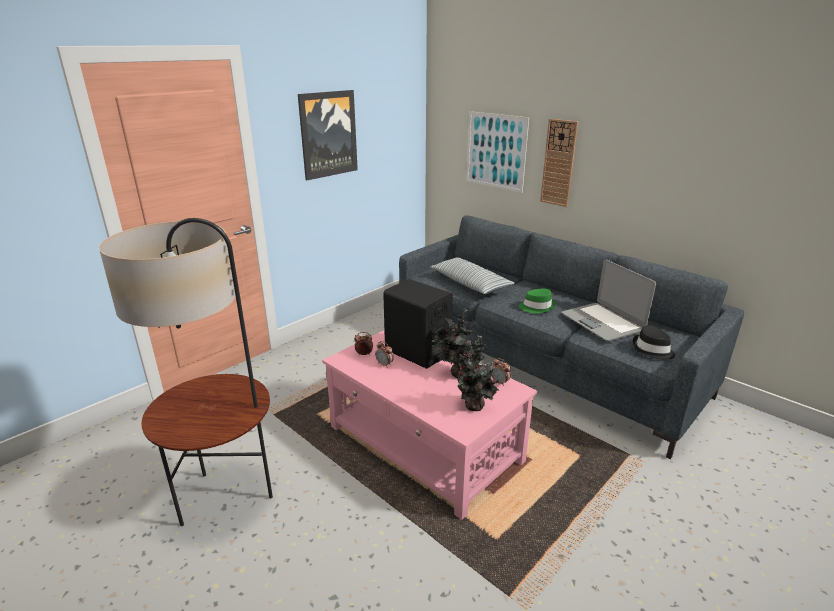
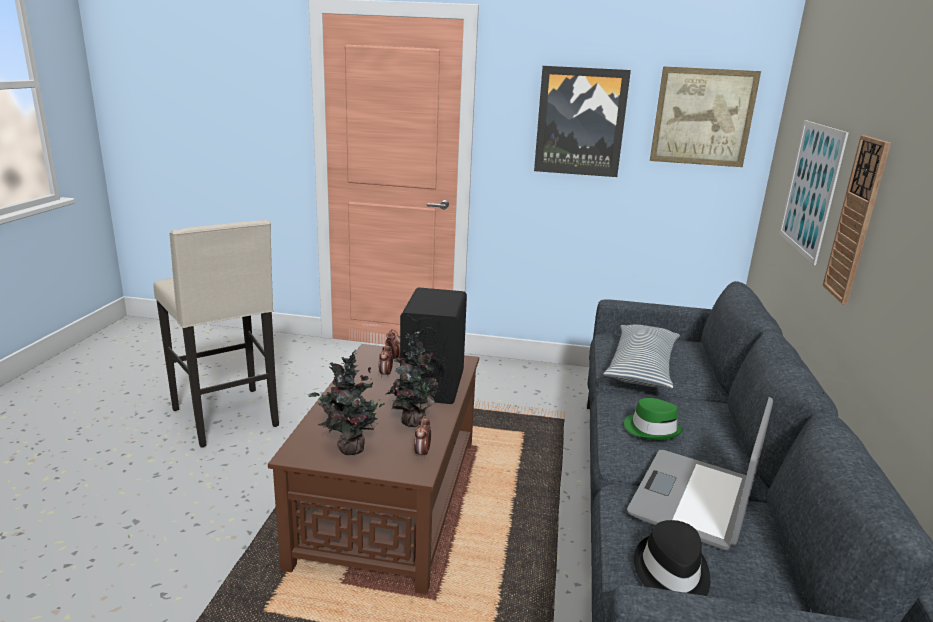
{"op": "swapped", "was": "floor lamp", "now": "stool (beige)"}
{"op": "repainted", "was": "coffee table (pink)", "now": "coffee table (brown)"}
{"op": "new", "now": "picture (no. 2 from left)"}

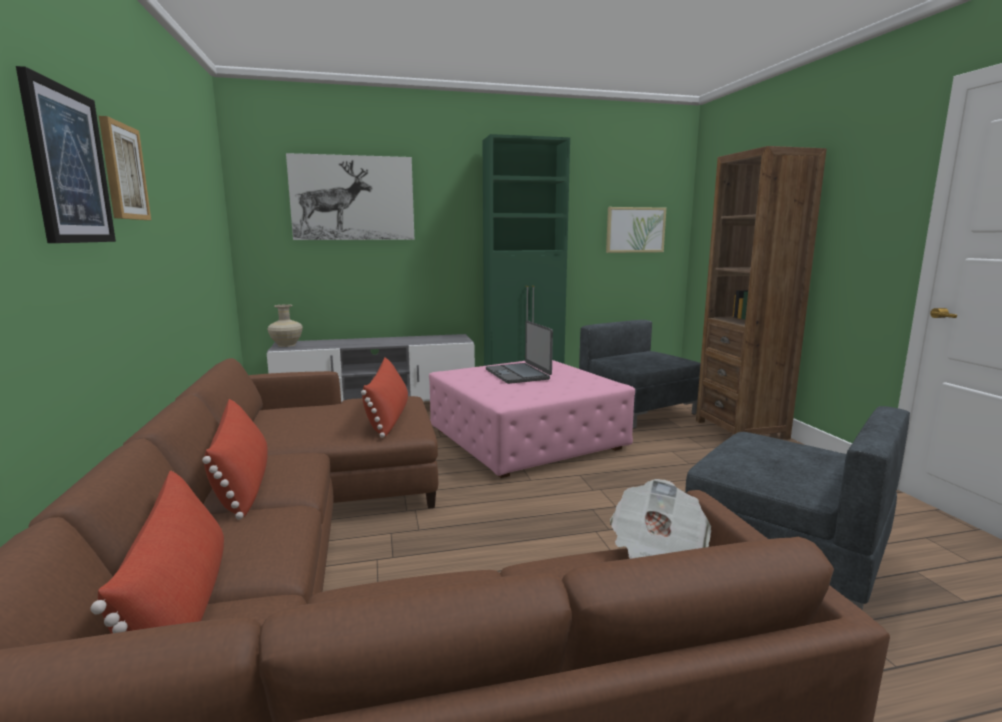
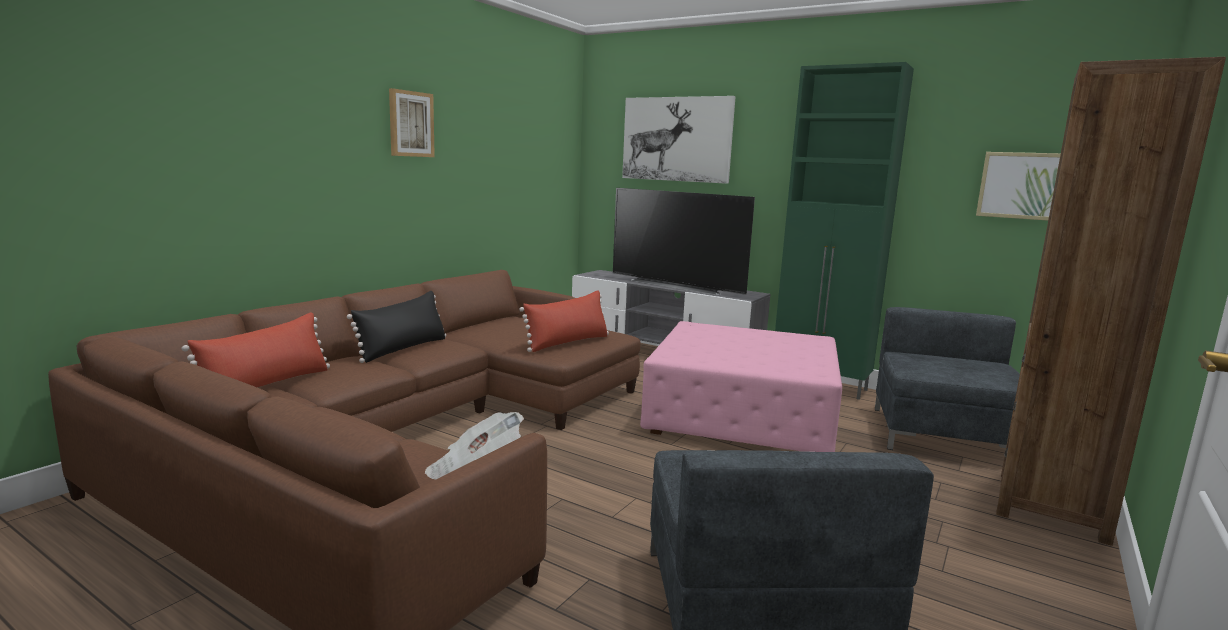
{"op": "gone", "was": "picture (no. 1 from left)"}
{"op": "gone", "was": "vase (beige)"}
{"op": "gone", "was": "laptop"}
{"op": "repainted", "was": "pillow (red) (no. 2 from left)", "now": "pillow (black)"}
{"op": "new", "now": "television"}

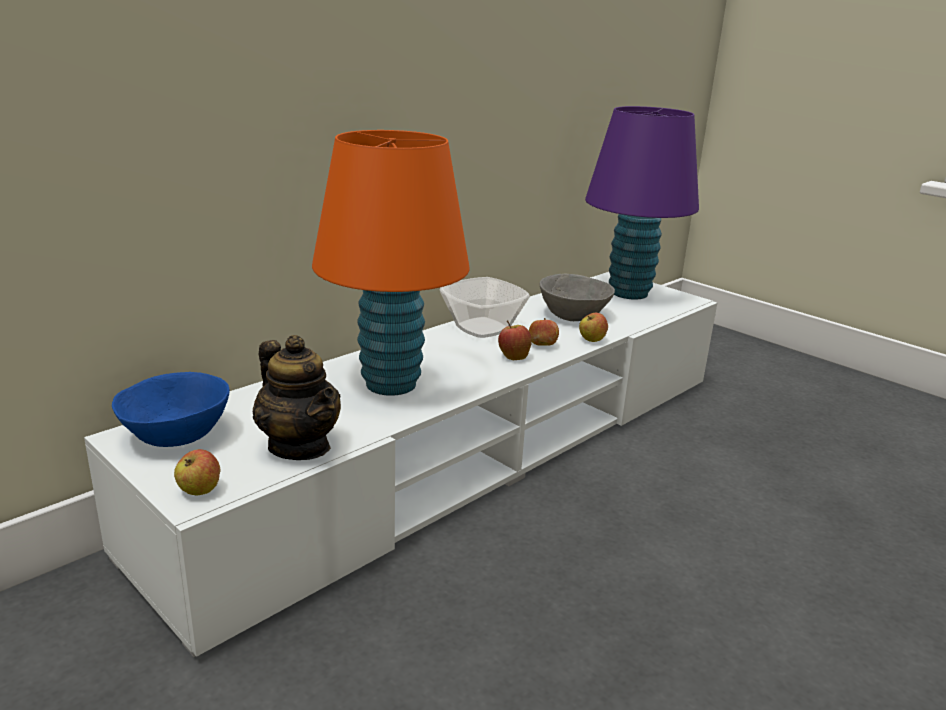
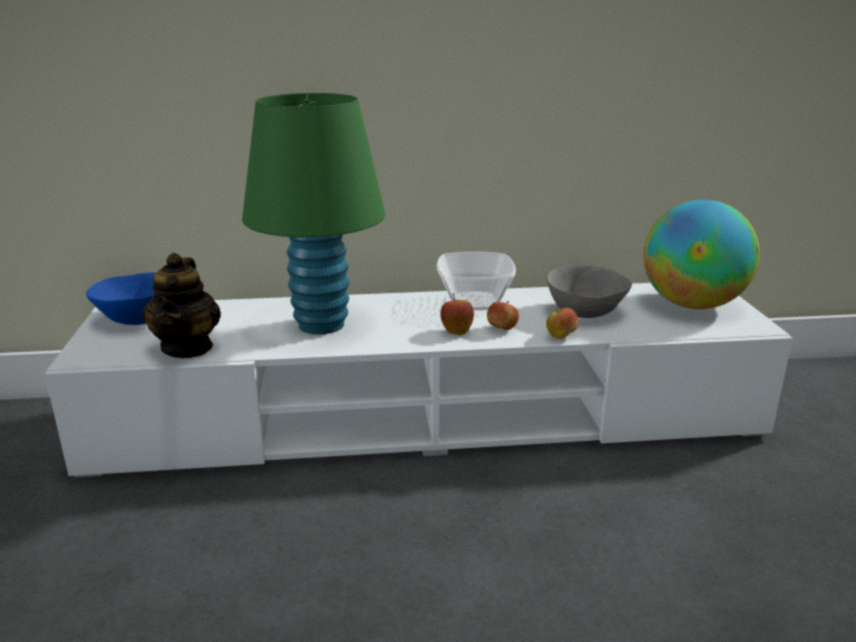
{"op": "swapped", "was": "table lamp (purple)", "now": "globe"}
{"op": "repainted", "was": "table lamp (orange)", "now": "table lamp (green)"}
{"op": "gone", "was": "apple (no. 1 from left)"}

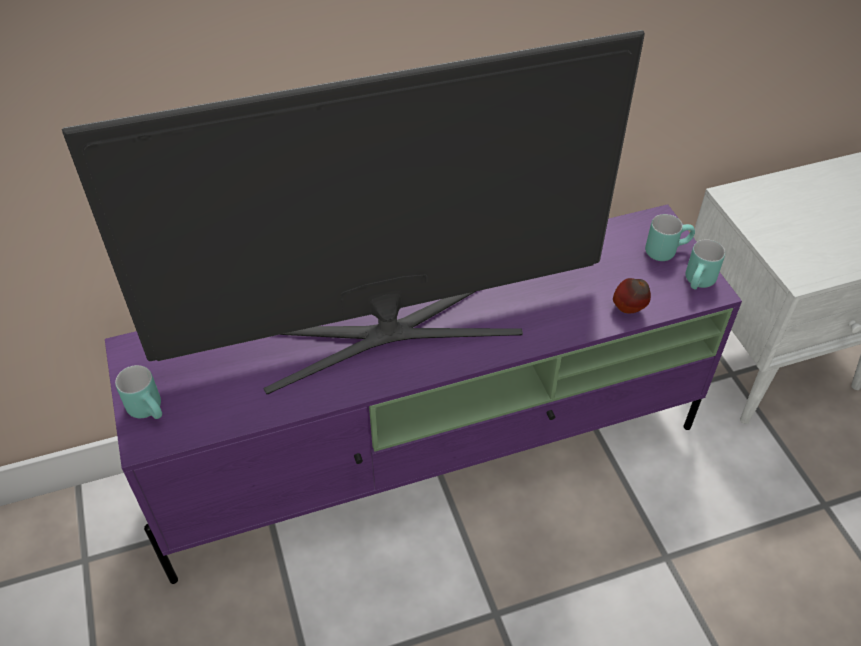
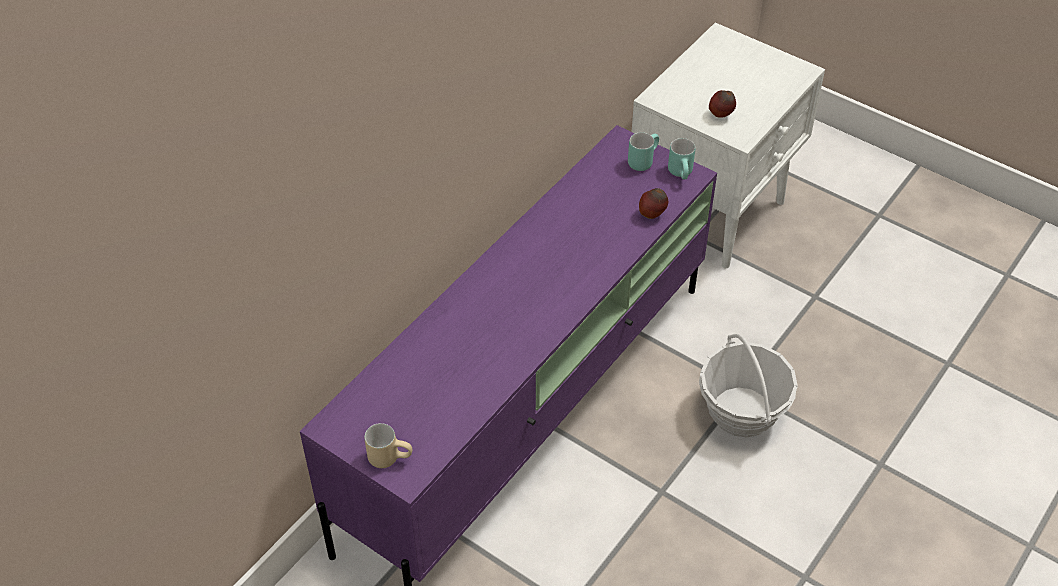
{"op": "gone", "was": "television"}
{"op": "repainted", "was": "mug (turquoise) (no. 1 from left)", "now": "mug (beige)"}
{"op": "new", "now": "apple (no. 2 from left)"}
{"op": "new", "now": "basket"}

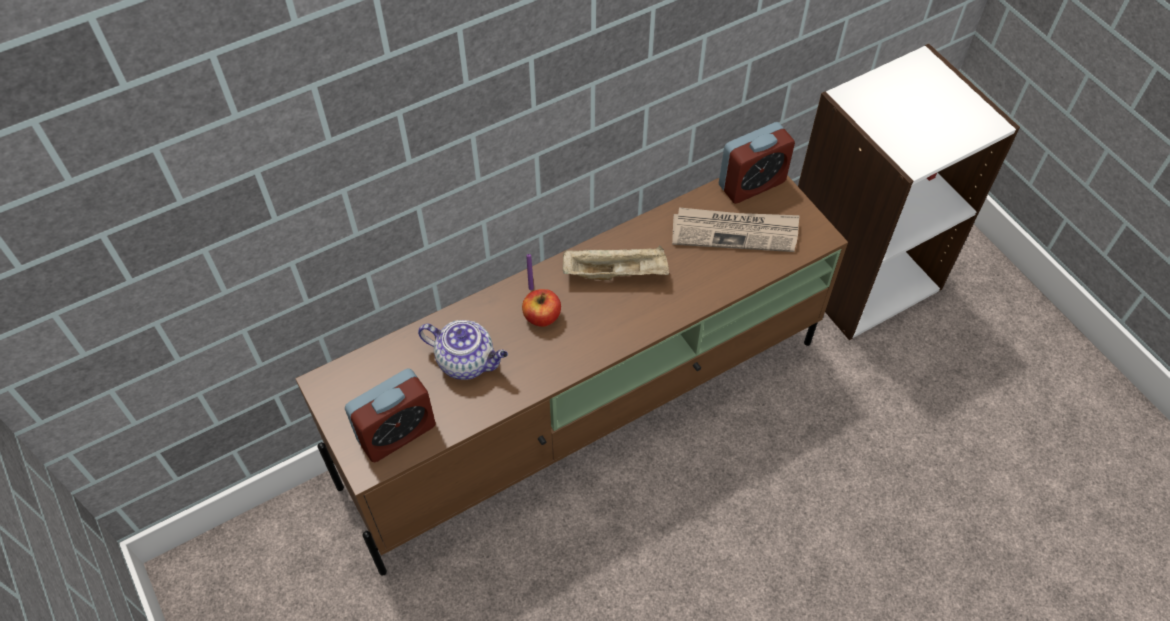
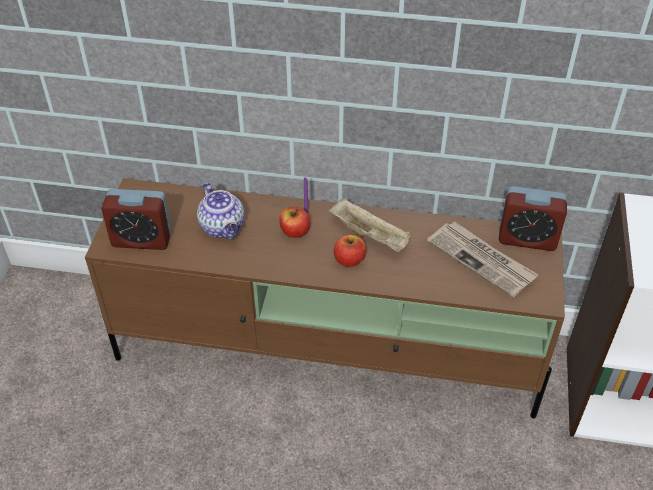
{"op": "new", "now": "apple (no. 2 from left)"}

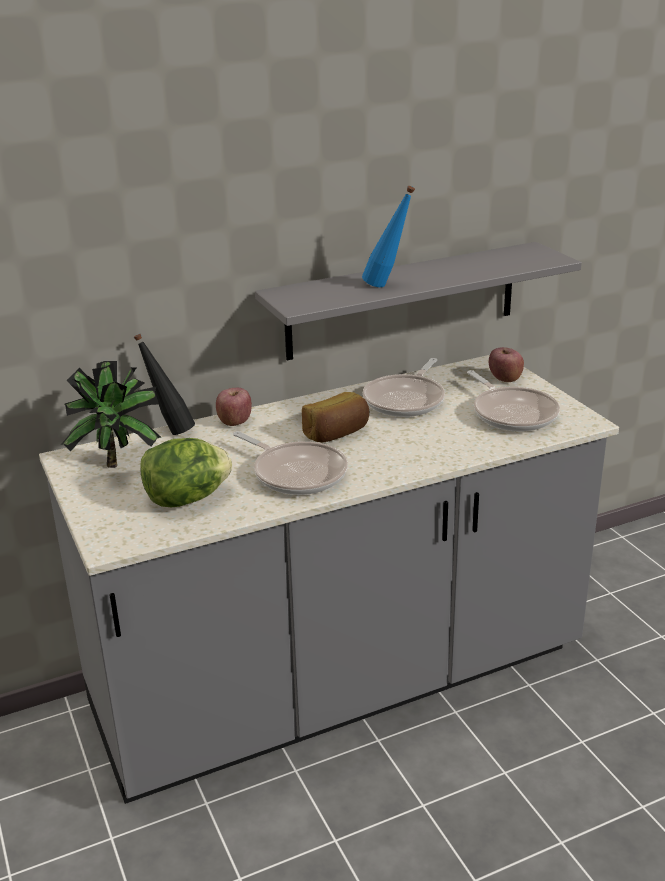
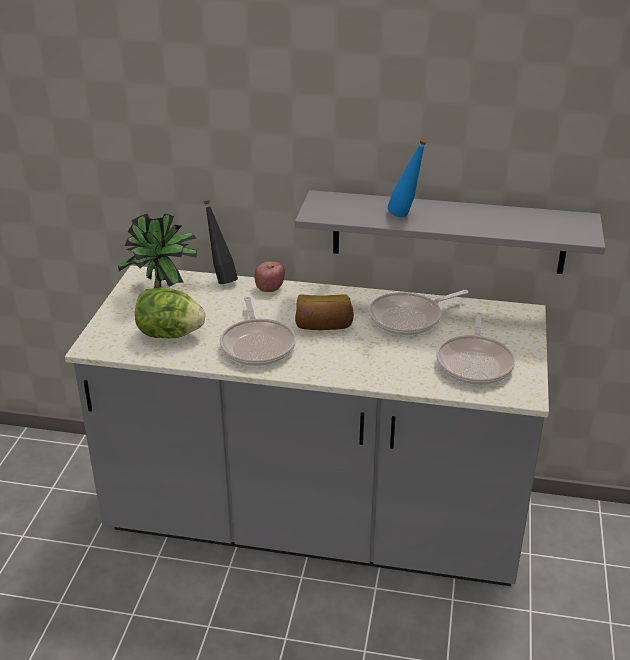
{"op": "gone", "was": "apple (no. 2 from left)"}

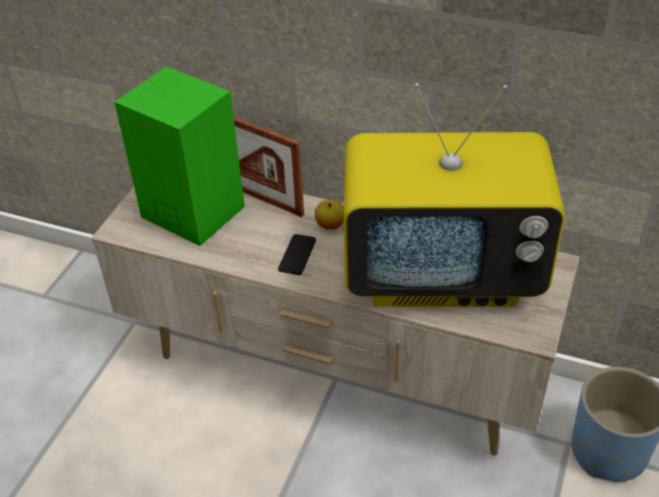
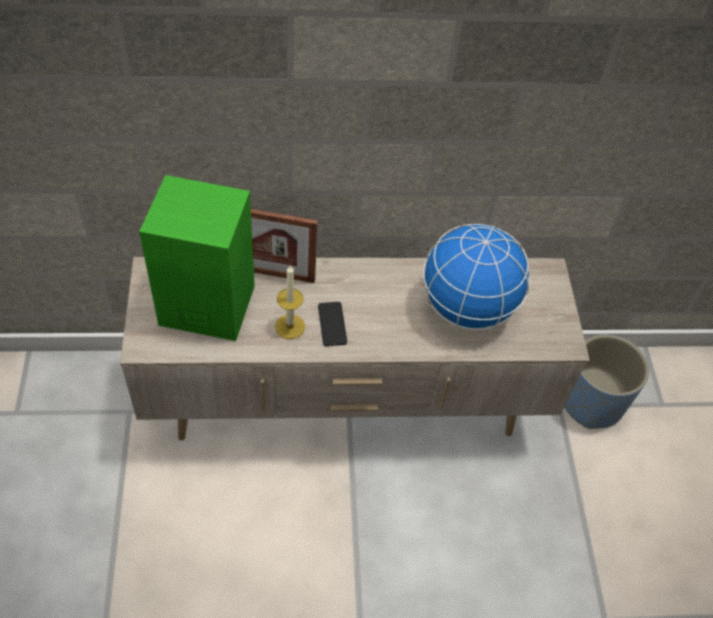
{"op": "swapped", "was": "television", "now": "globe"}
{"op": "gone", "was": "apple"}
{"op": "new", "now": "candle"}

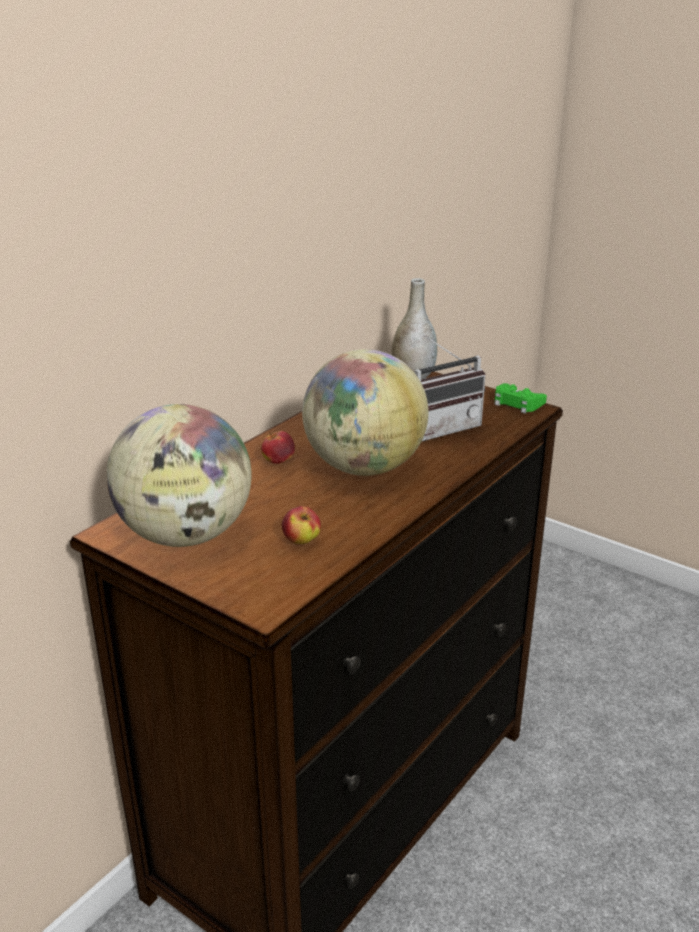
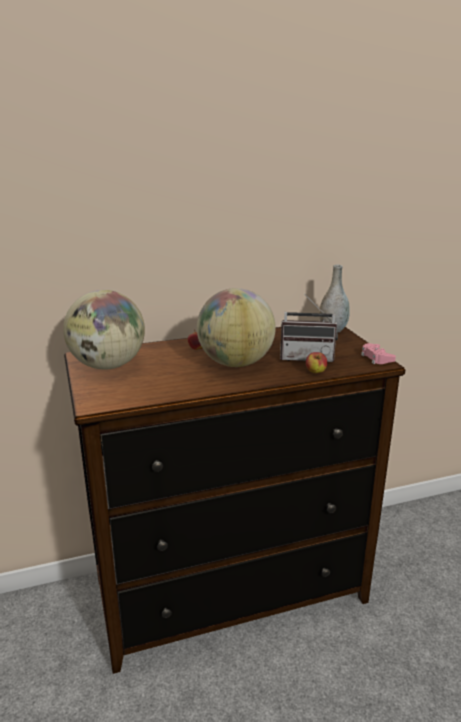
{"op": "repainted", "was": "game controller (green)", "now": "game controller (pink)"}
{"op": "shifted", "was": "apple (no. 2 from left)"}

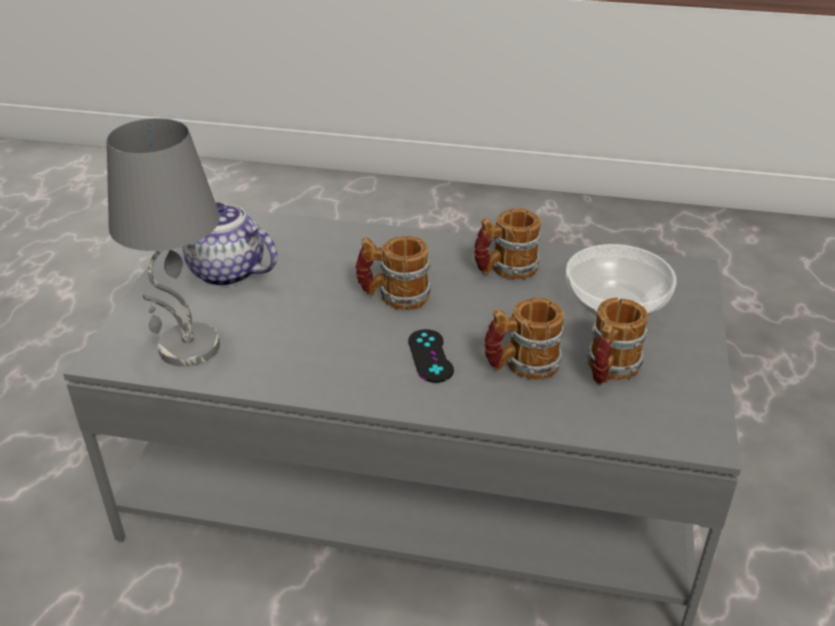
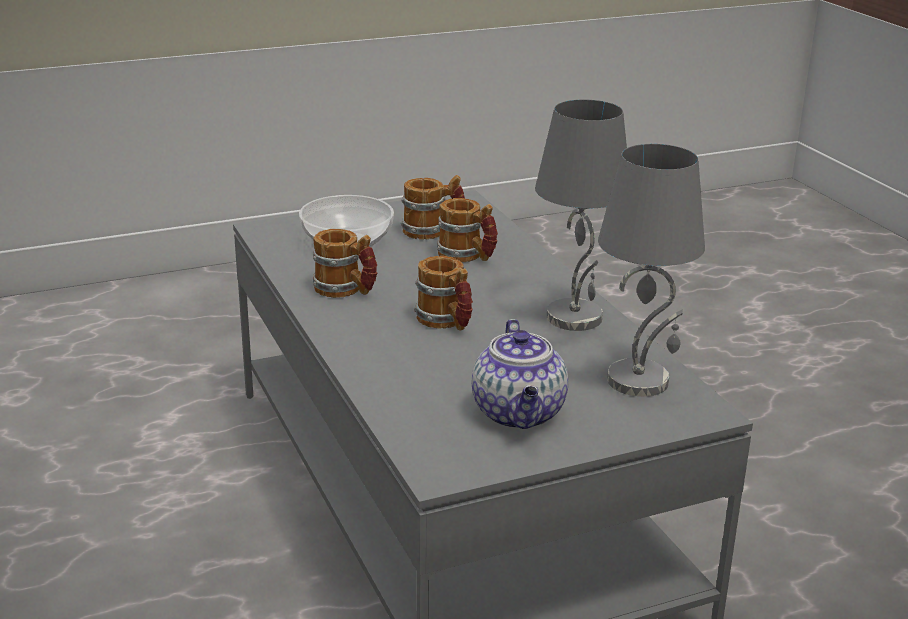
{"op": "gone", "was": "game controller (black)"}
{"op": "new", "now": "table lamp (grey) (no. 1 from left)"}

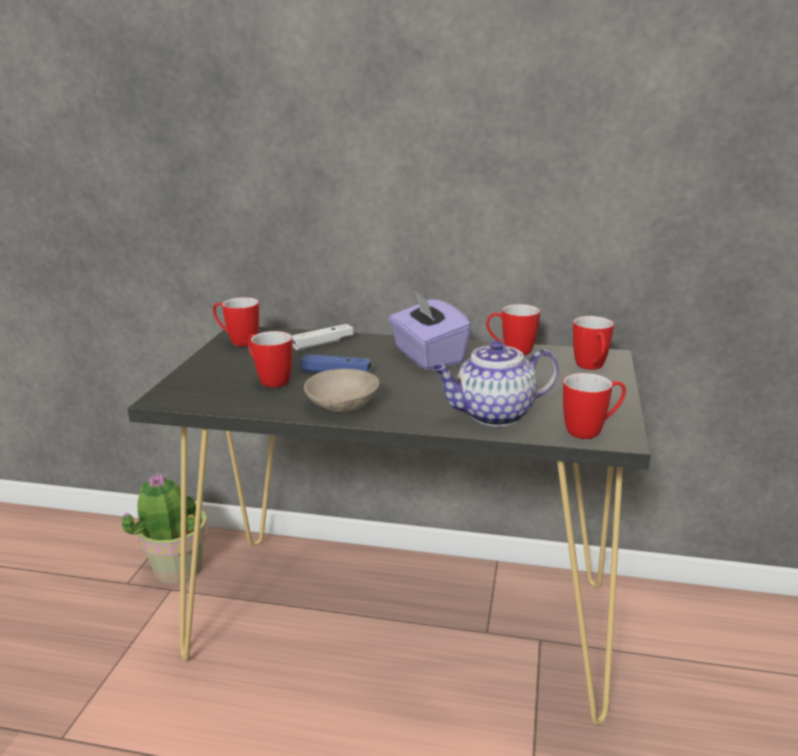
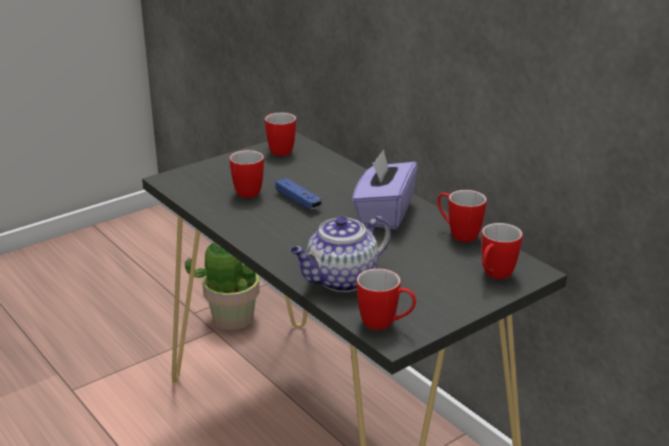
{"op": "gone", "was": "game controller (white)"}
{"op": "rotated", "was": "teapot", "clockwise": -60}
{"op": "gone", "was": "bowl (beige)"}

